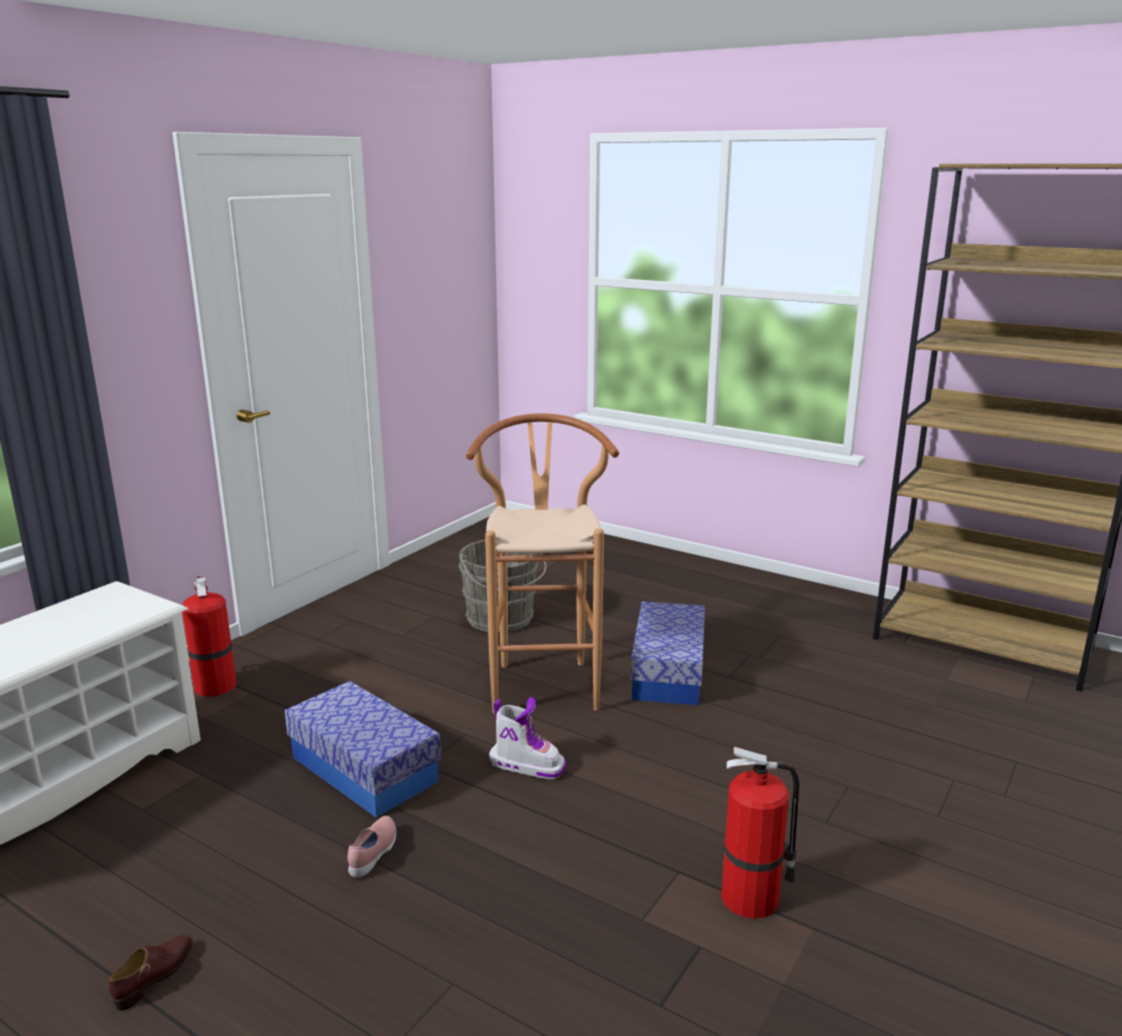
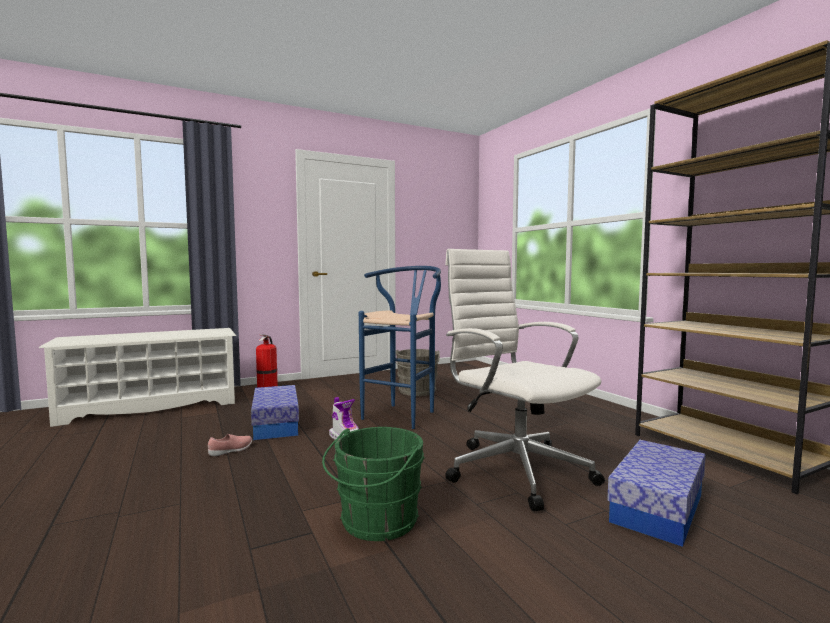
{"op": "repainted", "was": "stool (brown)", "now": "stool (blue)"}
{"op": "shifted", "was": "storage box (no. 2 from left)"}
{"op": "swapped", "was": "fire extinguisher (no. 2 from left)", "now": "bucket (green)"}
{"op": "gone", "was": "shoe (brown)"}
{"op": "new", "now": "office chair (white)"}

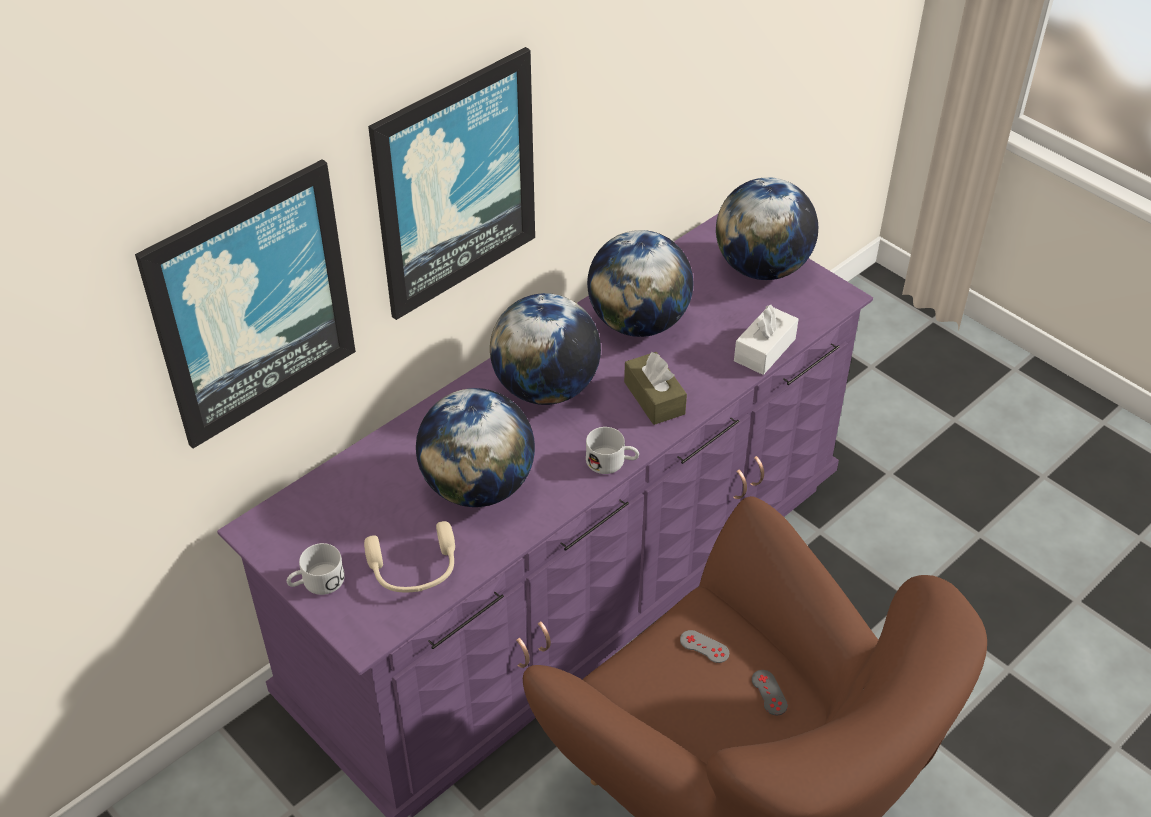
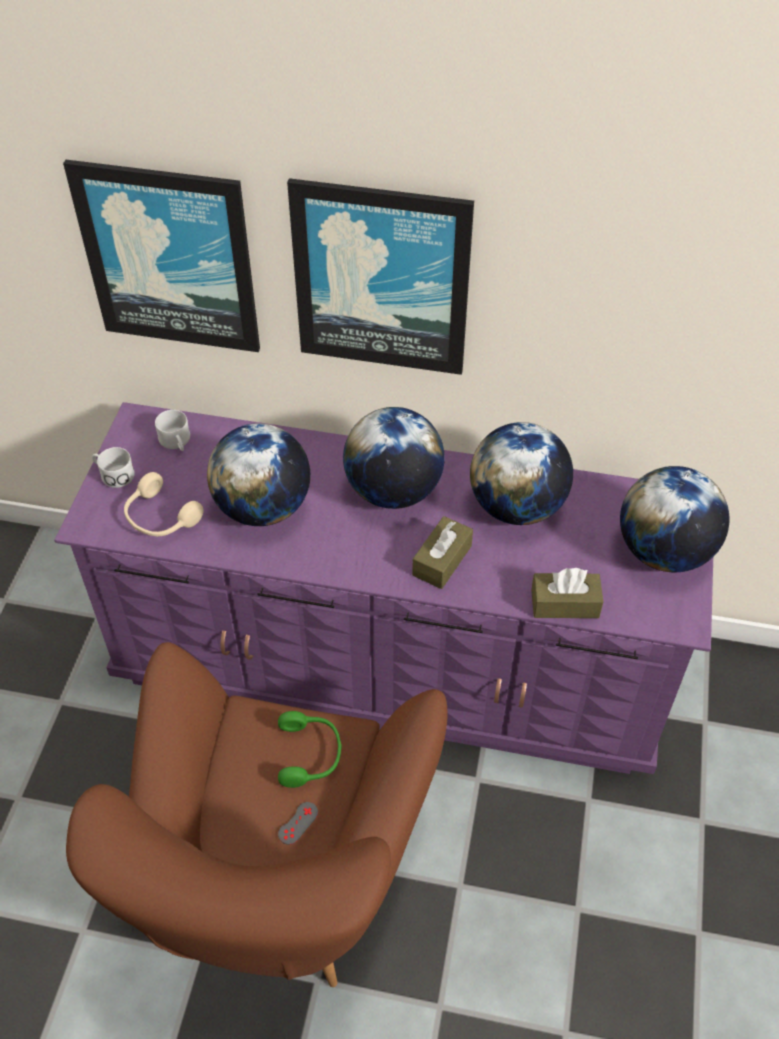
{"op": "repainted", "was": "tissue box (white)", "now": "tissue box (brown) (no. 2 from left)"}
{"op": "shifted", "was": "mug (white) (no. 2 from left)"}
{"op": "swapped", "was": "game controller (grey) (no. 1 from left)", "now": "headphones (green)"}

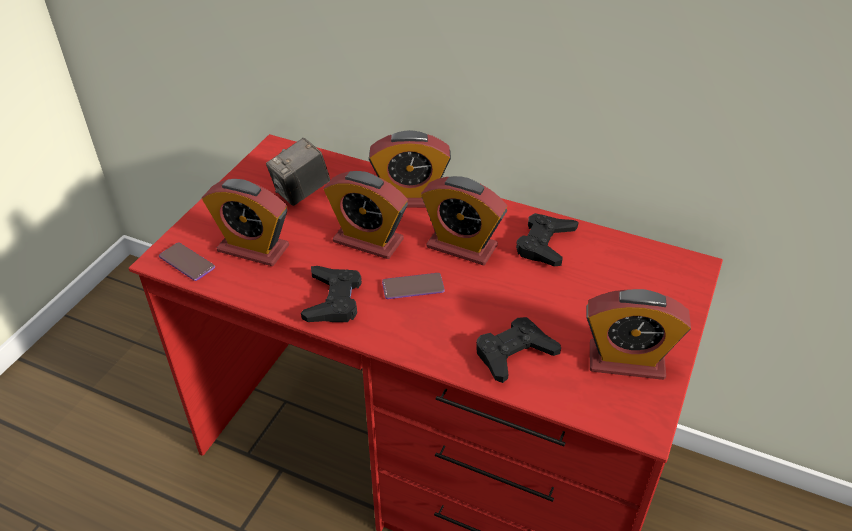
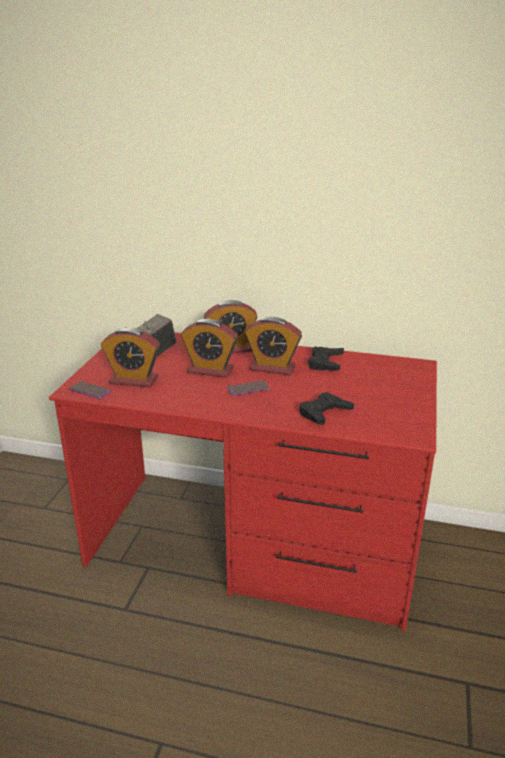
{"op": "gone", "was": "game controller (black) (no. 1 from left)"}
{"op": "gone", "was": "alarm clock (no. 5 from left)"}

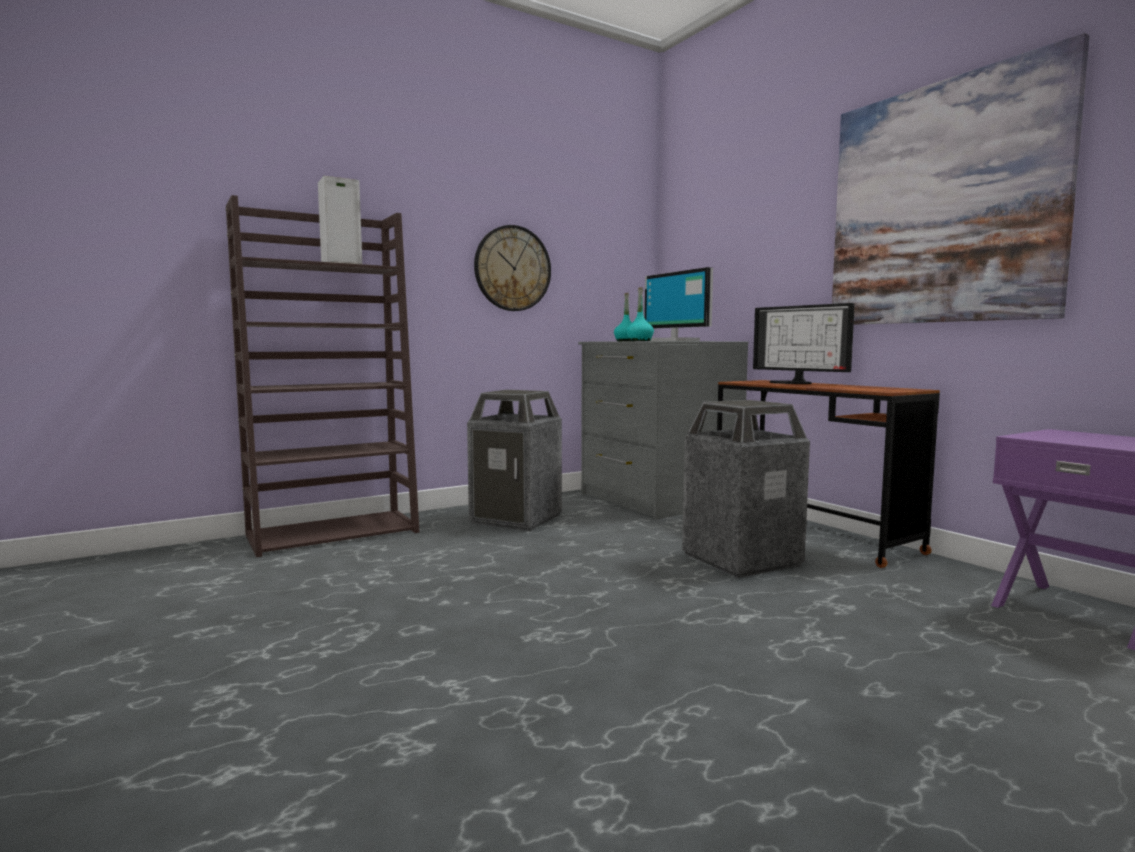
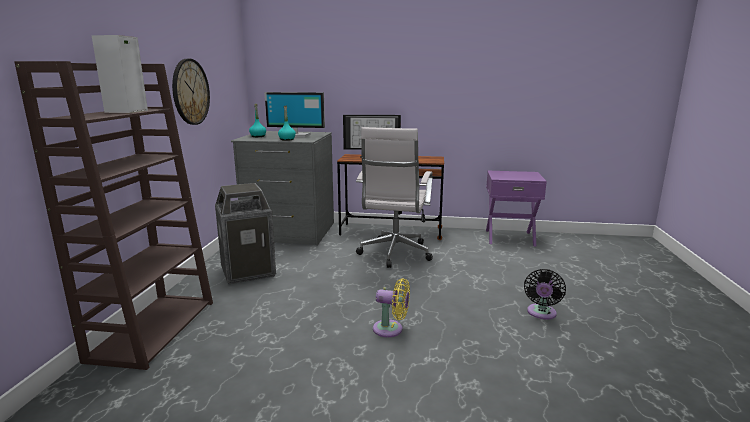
{"op": "gone", "was": "picture"}
{"op": "swapped", "was": "trash can (no. 2 from left)", "now": "office chair (white)"}
{"op": "new", "now": "fan (black)"}
{"op": "new", "now": "fan (yellow)"}

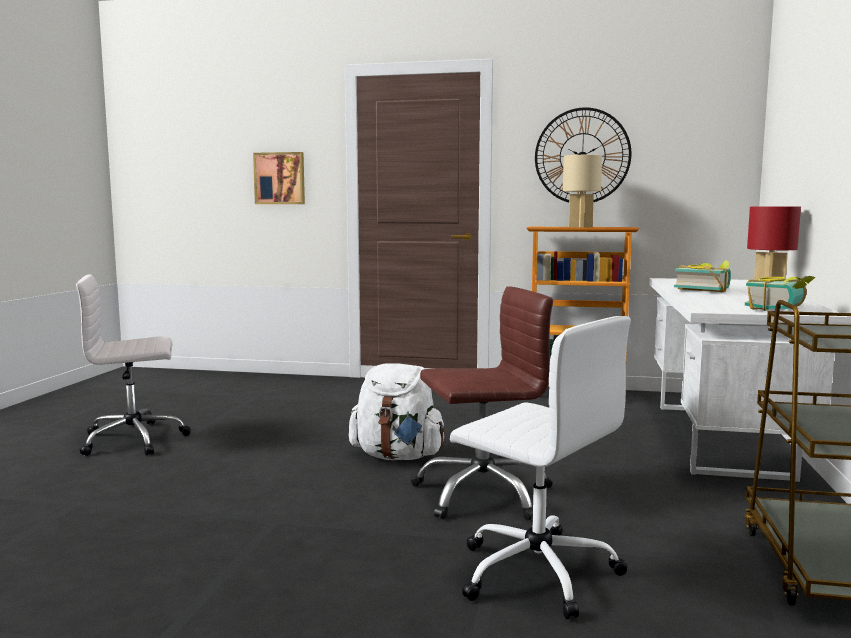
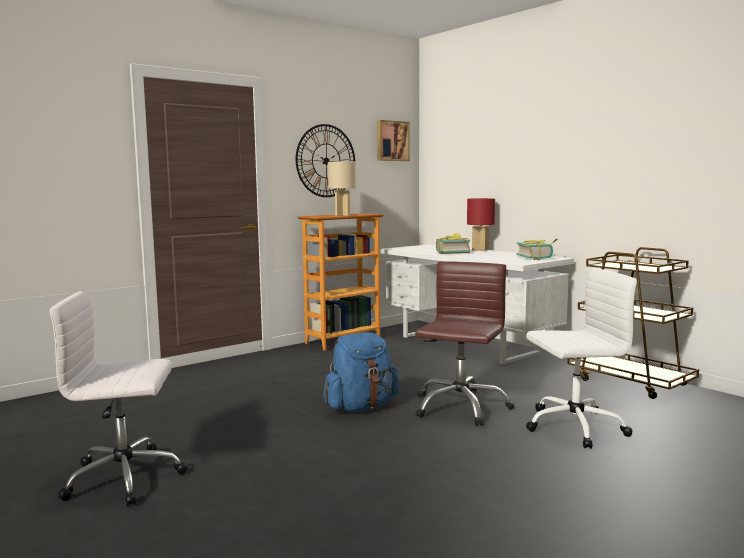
{"op": "shifted", "was": "picture"}
{"op": "rotated", "was": "office chair (white) (no. 1 from left)", "clockwise": 60}
{"op": "repainted", "was": "backpack (white)", "now": "backpack (blue)"}

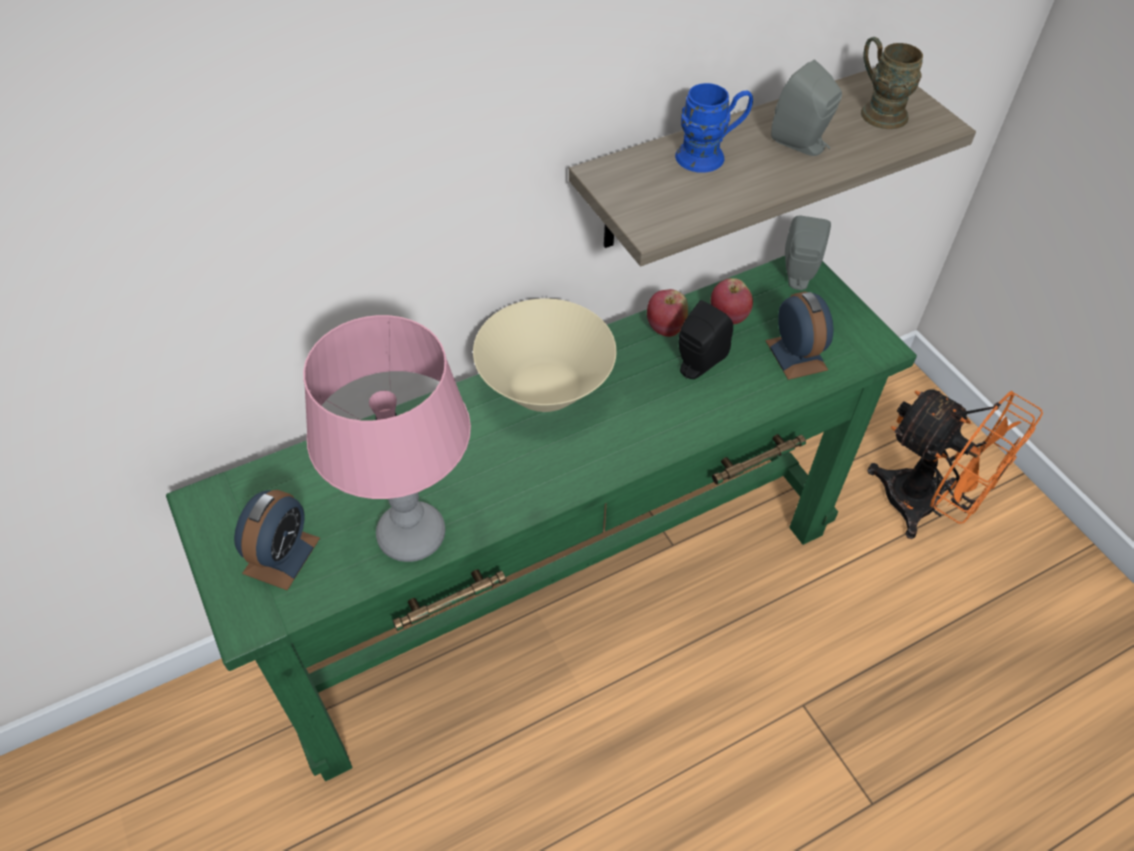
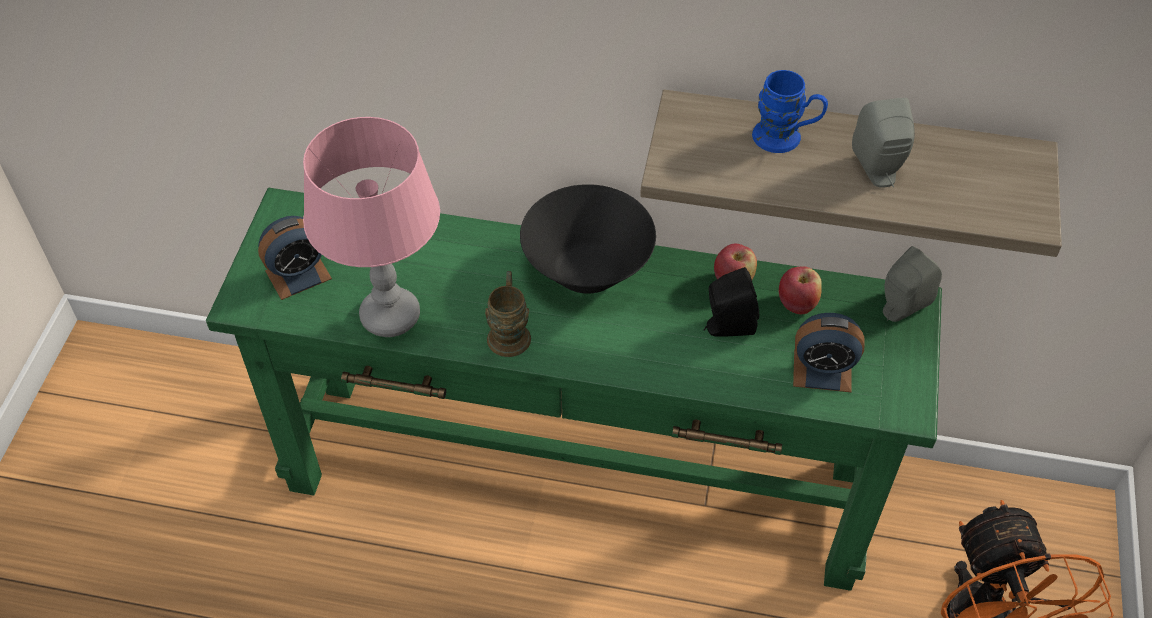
{"op": "shifted", "was": "mug (brown)"}
{"op": "rotated", "was": "alarm clock (no. 2 from left)", "clockwise": 75}
{"op": "repainted", "was": "bowl (beige)", "now": "bowl (black)"}

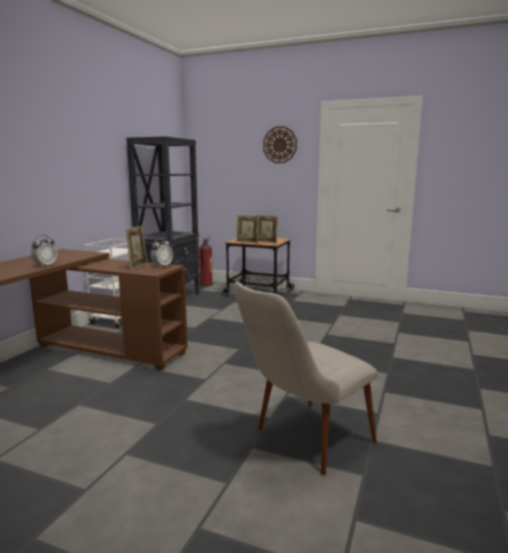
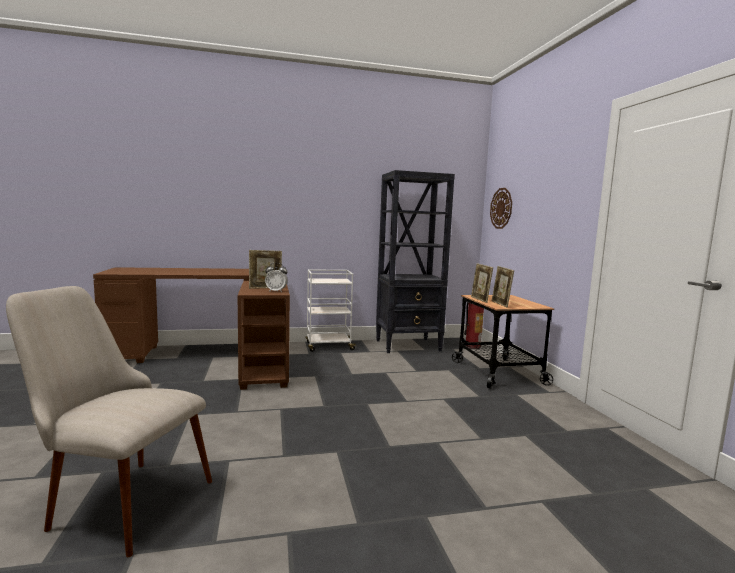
{"op": "shifted", "was": "wall clock"}
{"op": "gone", "was": "alarm clock (no. 1 from left)"}

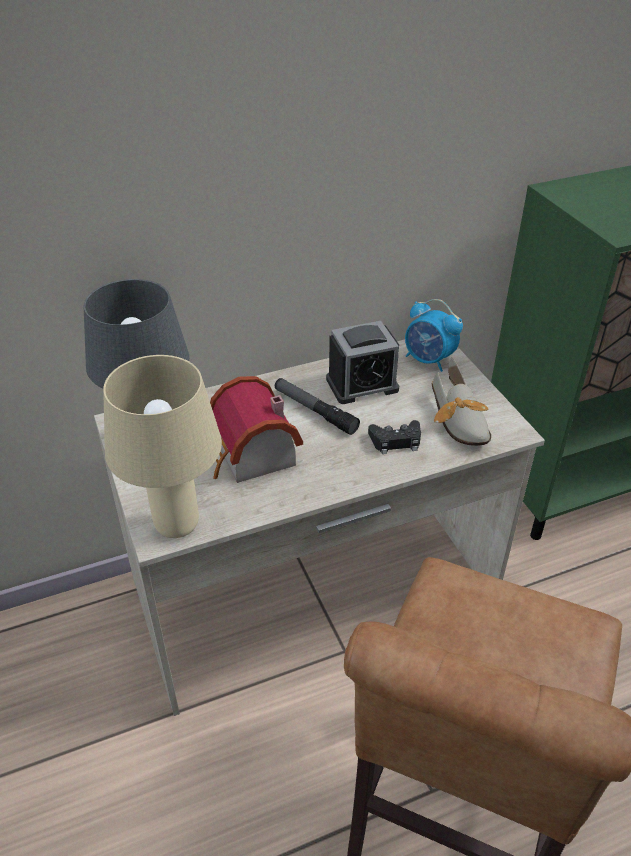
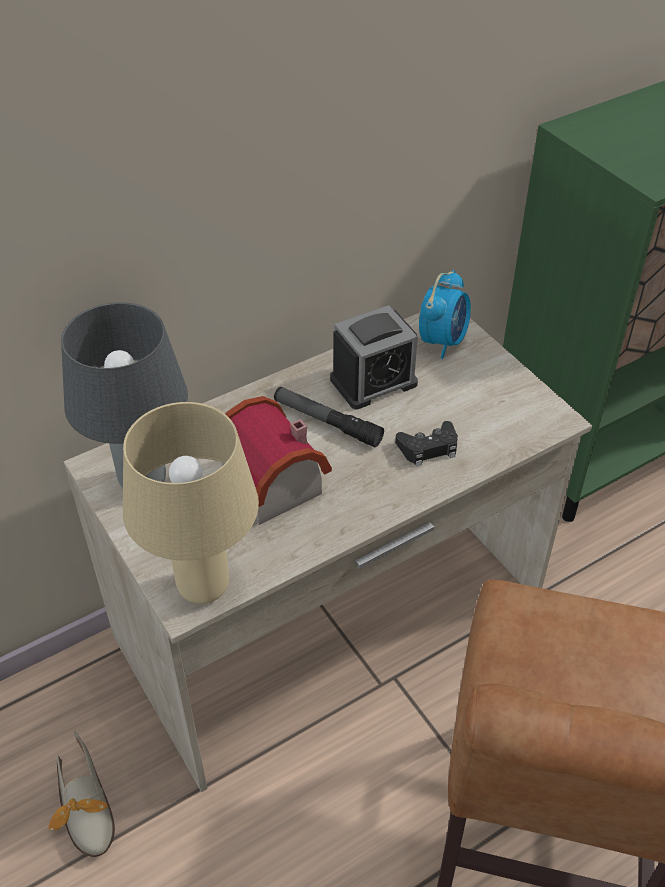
{"op": "rotated", "was": "alarm clock (no. 2 from left)", "clockwise": -90}
{"op": "shifted", "was": "shoe"}

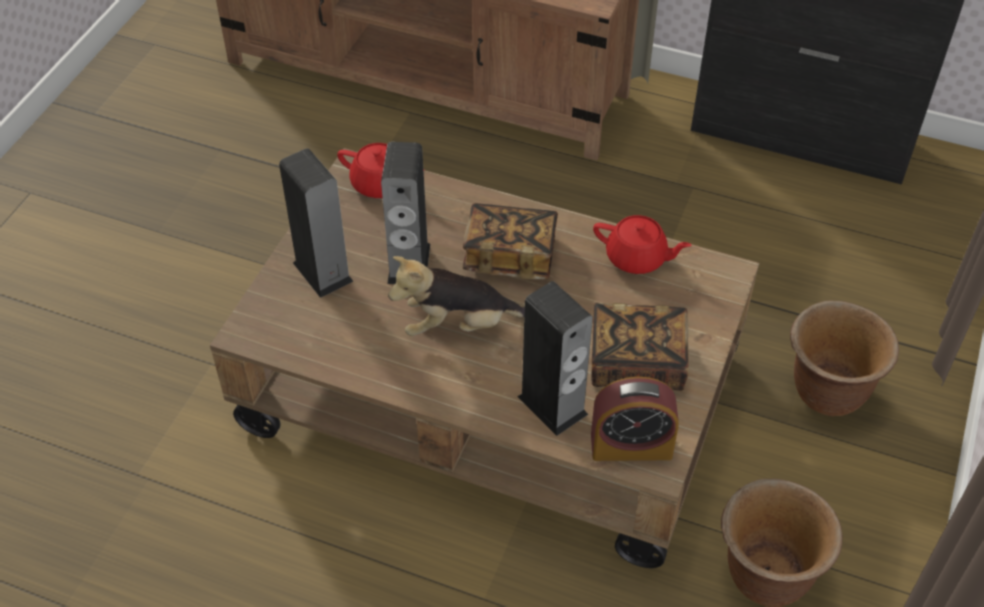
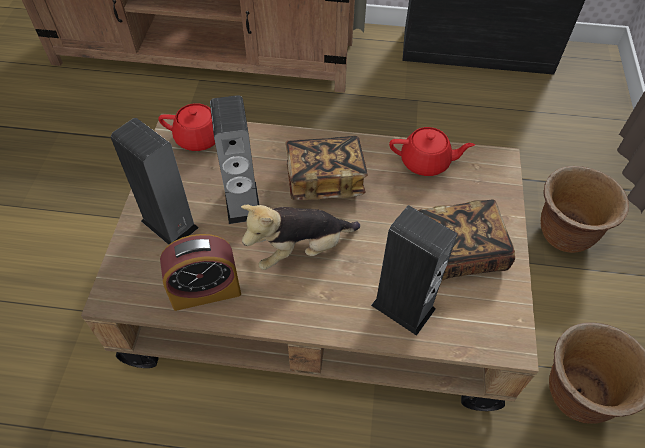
{"op": "shifted", "was": "alarm clock"}

